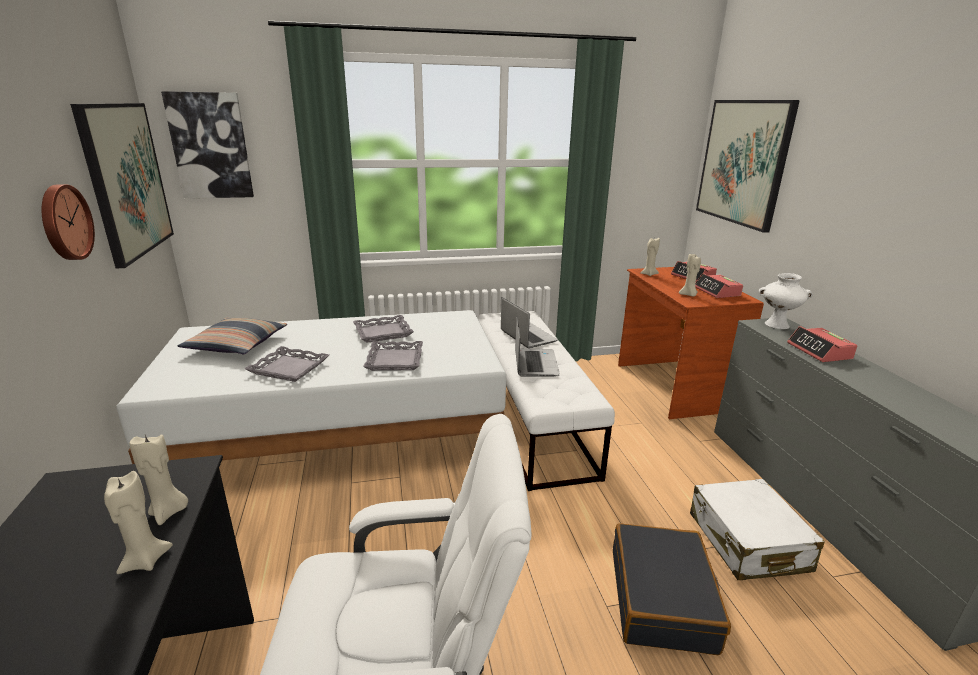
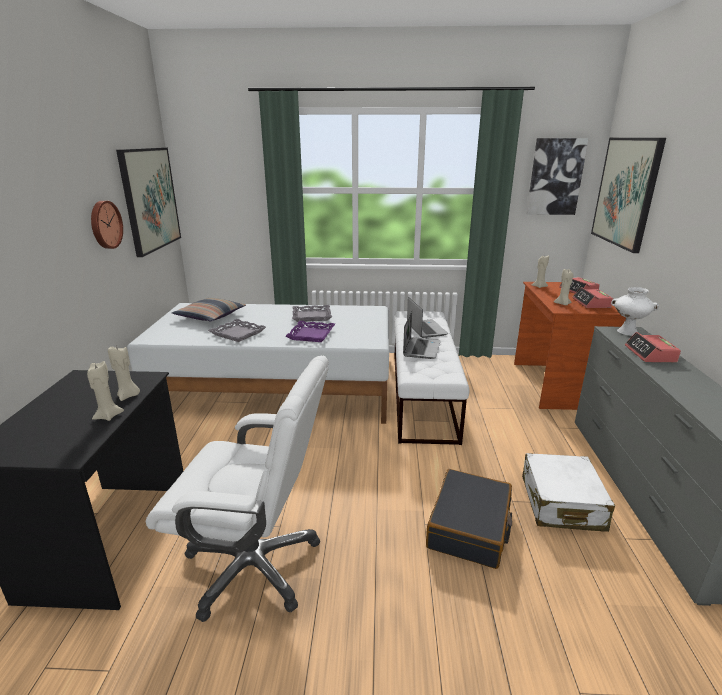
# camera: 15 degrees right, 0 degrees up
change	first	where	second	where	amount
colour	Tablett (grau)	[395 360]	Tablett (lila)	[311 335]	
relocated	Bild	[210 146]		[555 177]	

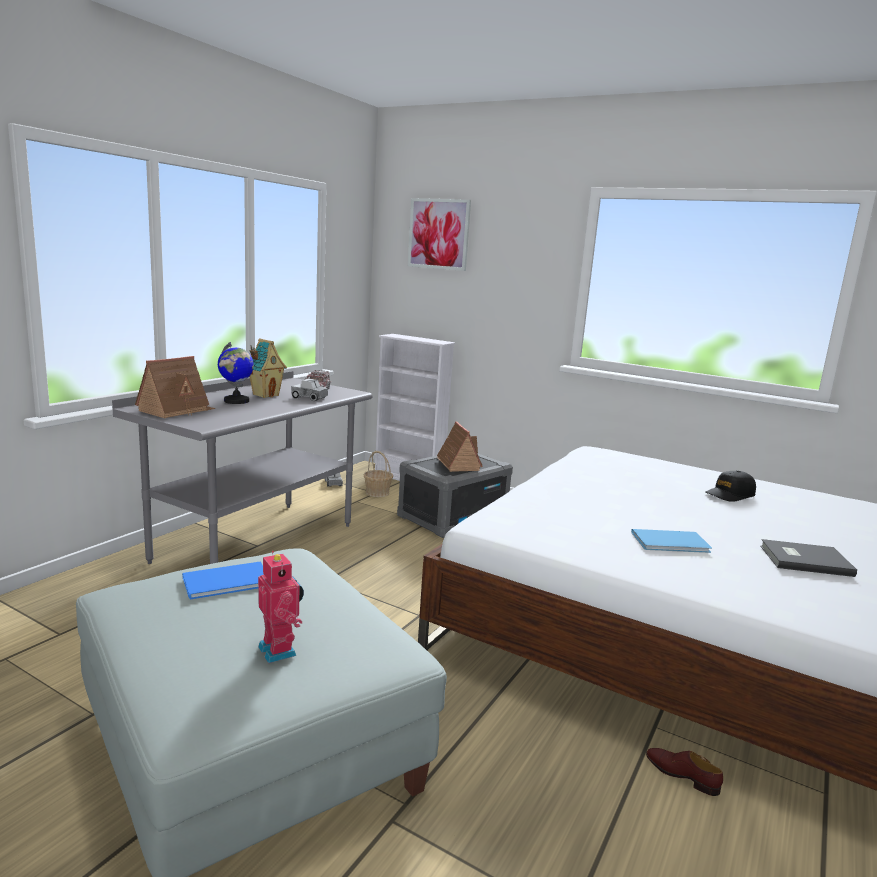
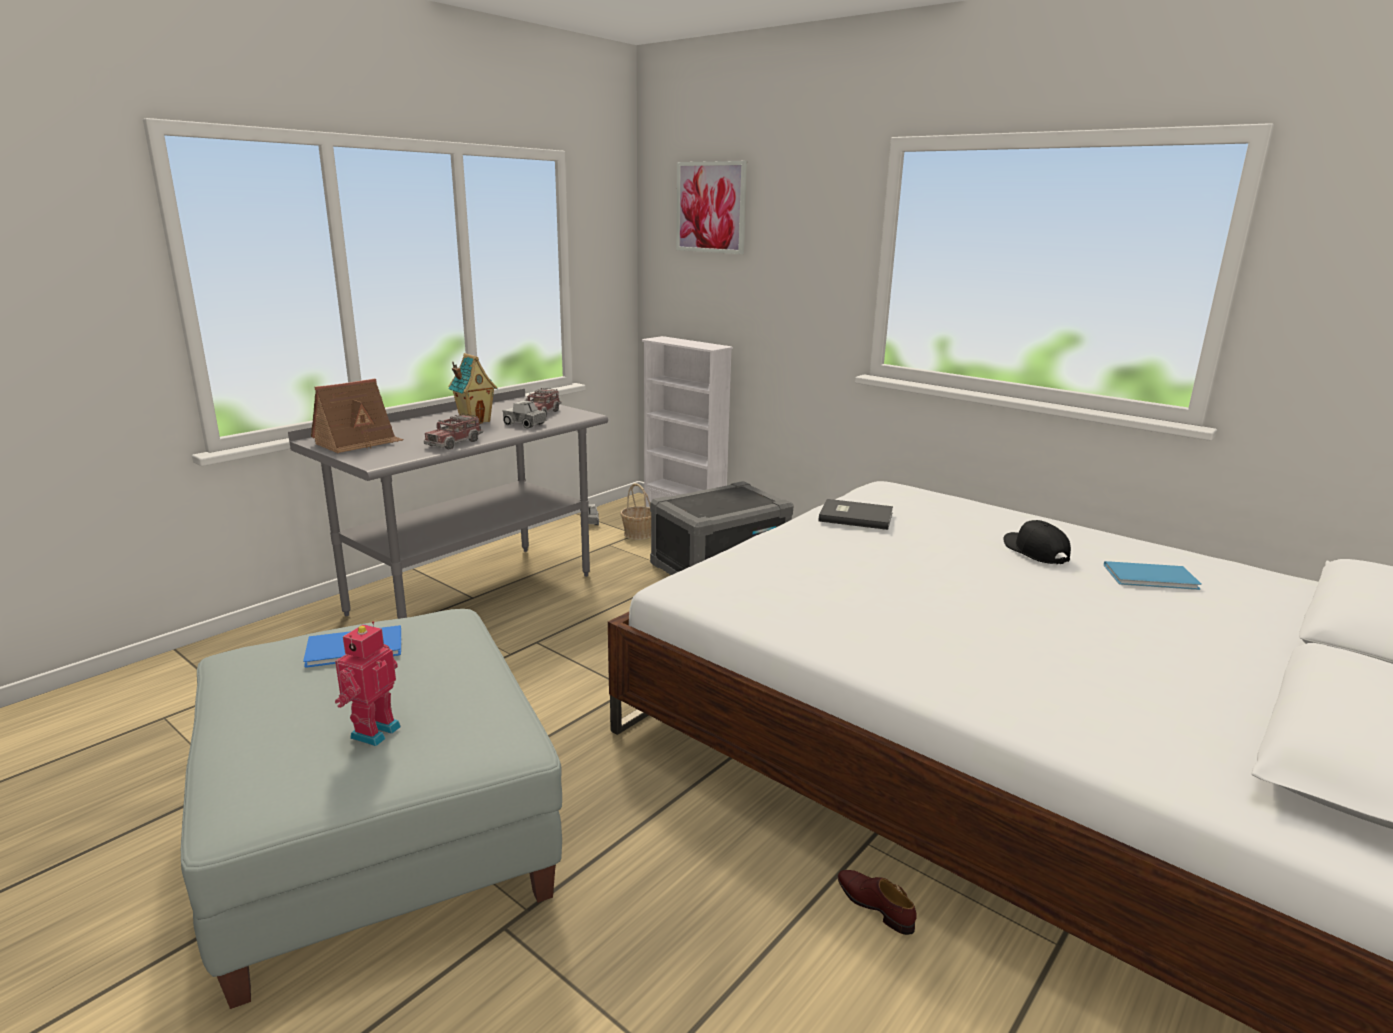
# camera: 10 degrees right, 5 degrees up
change	first	where	second	where	amount
spun	Spielzeugroboter	[280 650]		[373 731]	135 degrees counterclockwise
appeared			Spielzeuglaster	[454 442]	
relocated	Buch (grau)	[803 560]		[855 516]	
spun	Kappe (schwarz)	[729 495]		[1035 551]	90 degrees clockwise
relocated	Buch (blau)	[672 543]		[1153 578]	
missing	Globus	[236 401]			
missing	Spielzeughaus	[458 464]			

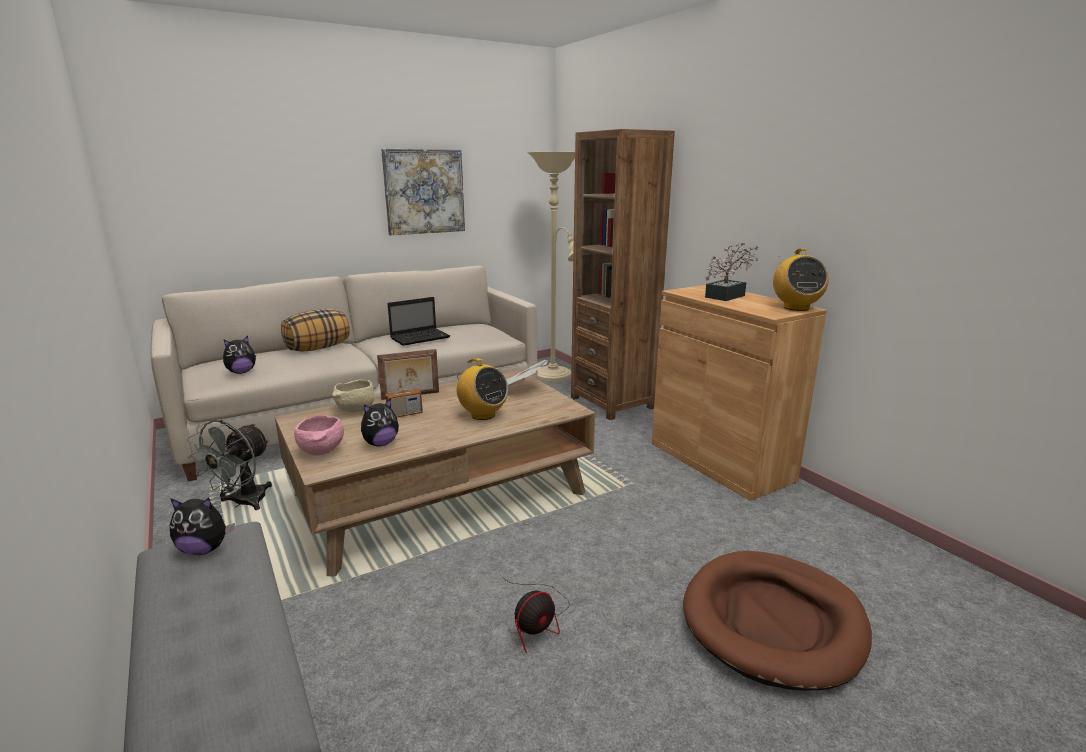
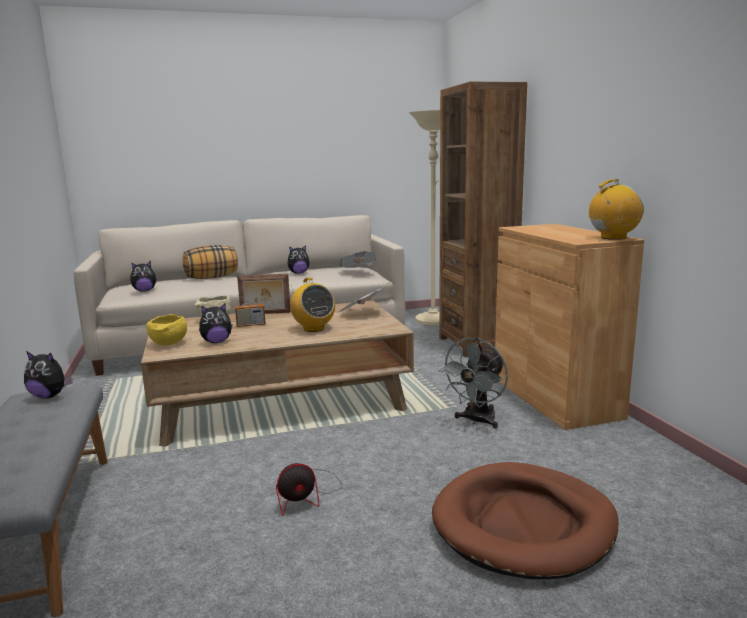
# camera: 15 degrees right, 5 degrees down
change	first	where	second	where	amount
colour	Schüssel (rosa)	[322 452]	Schüssel (gelb)	[169 344]	
exchanged	Laptop	[421 338]	Plüschtier	[298 273]	
appeared			Zeitung	[357 271]	
relocated	Ventilator (grau)	[243 503]		[477 421]	
spun	Radio	[796 307]		[613 238]	120 degrees counterclockwise
missing	Bild	[424 191]			
missing	Topfpflanze	[728 295]			

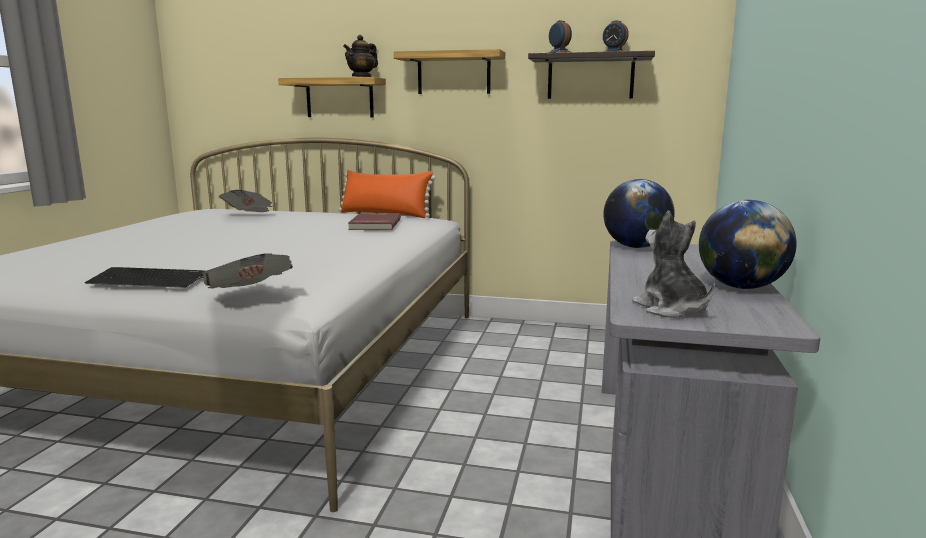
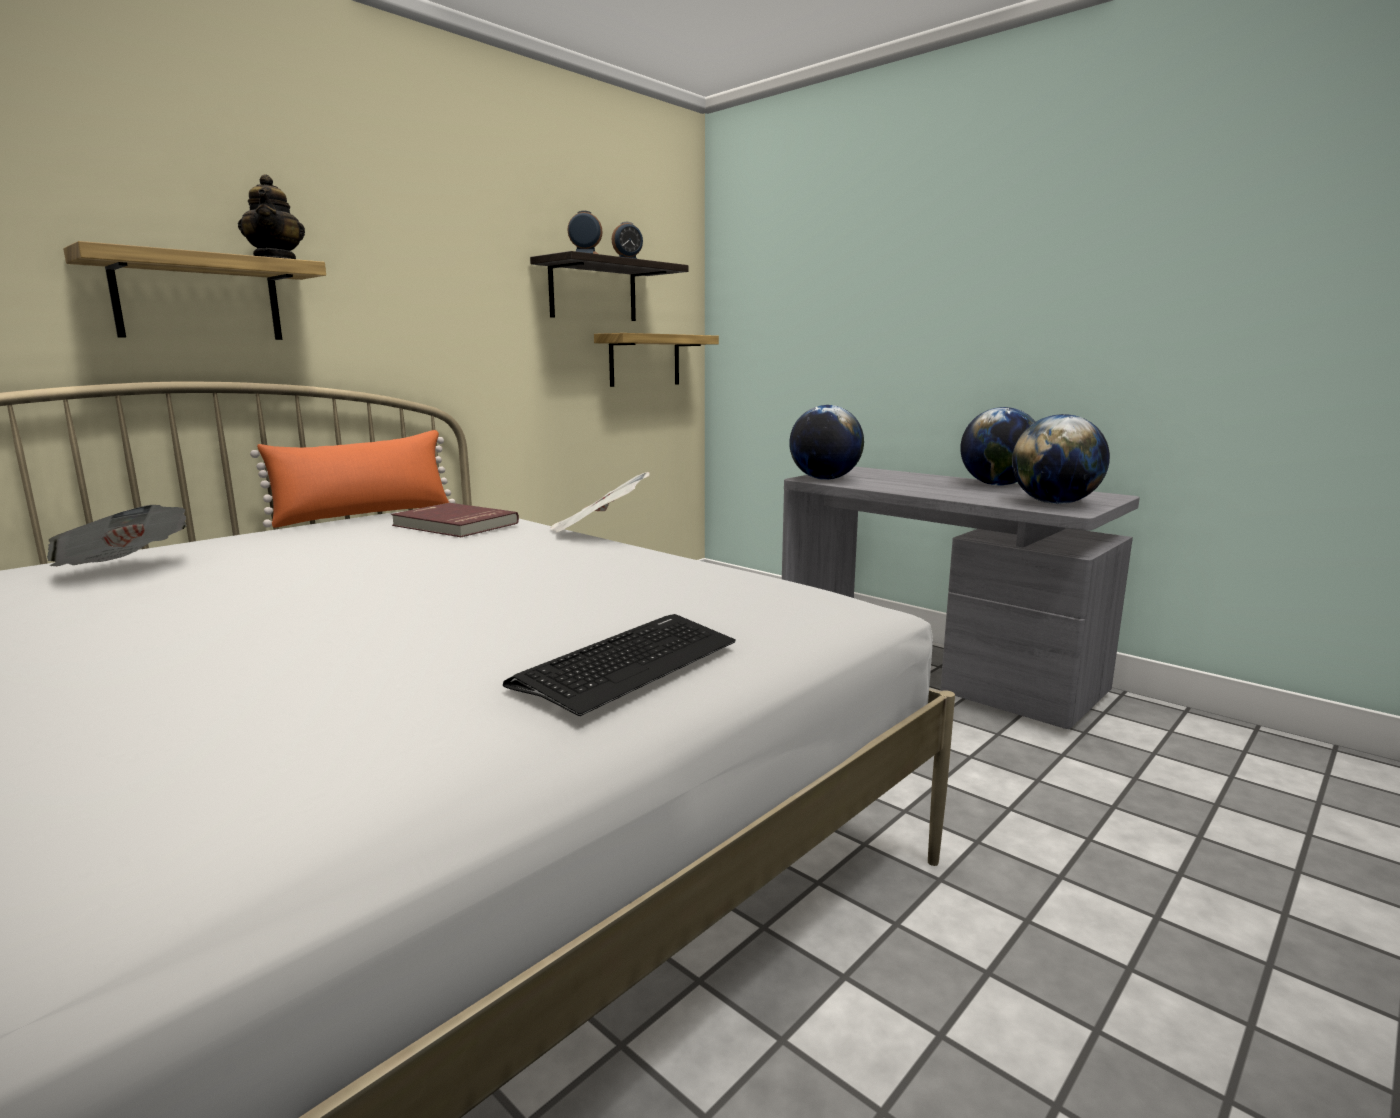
# camera: 60 degrees left, 0 degrees up
change	first	where	second	where	amount
relocated	Zeitung	[250 296]		[597 530]	
relocated	Wandregal	[454 73]		[644 360]	
exchanged	Plüschtier	[671 309]	Globus	[1054 503]	

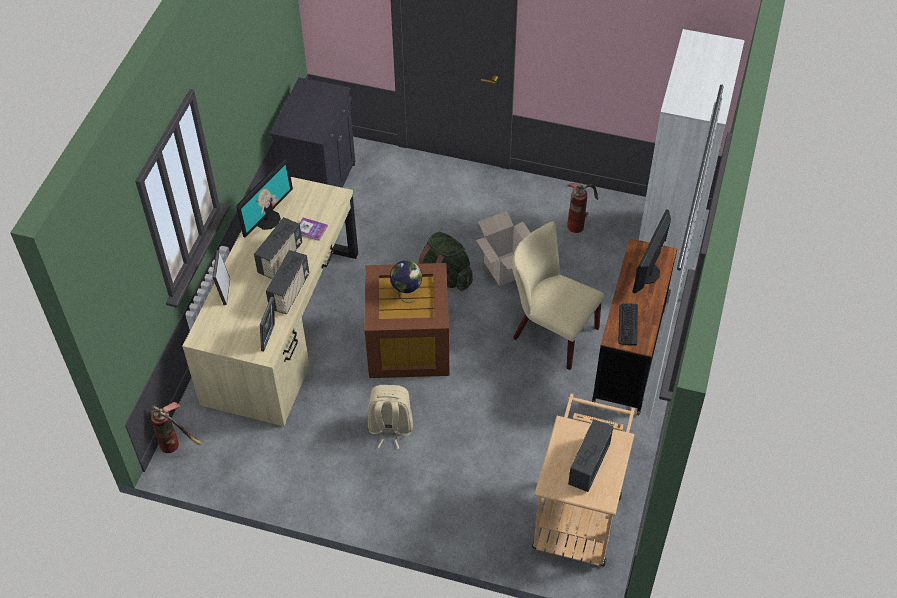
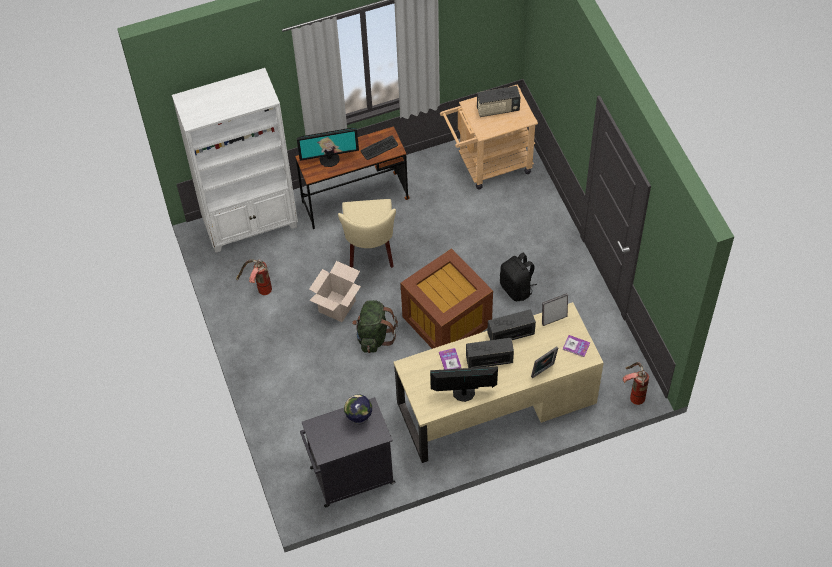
# camera: 125 degrees left, 5 degrees up
change	first	where	second	where	amount
relocated	Globus	[406 292]		[359 418]	
colour	Rucksack (beige)	[390 428]	Rucksack (schwarz)	[517 288]	
appeared			Buch	[576 346]	

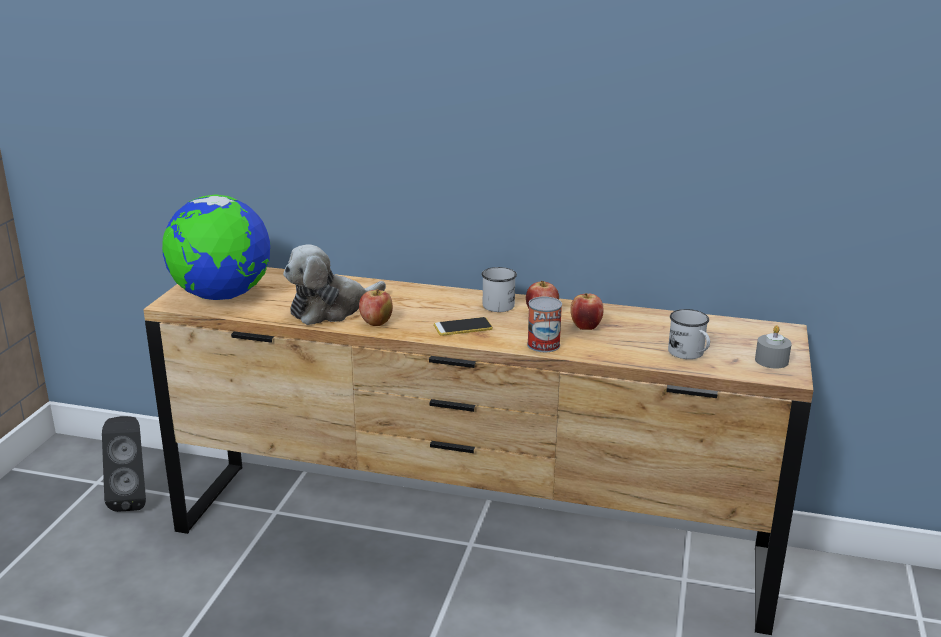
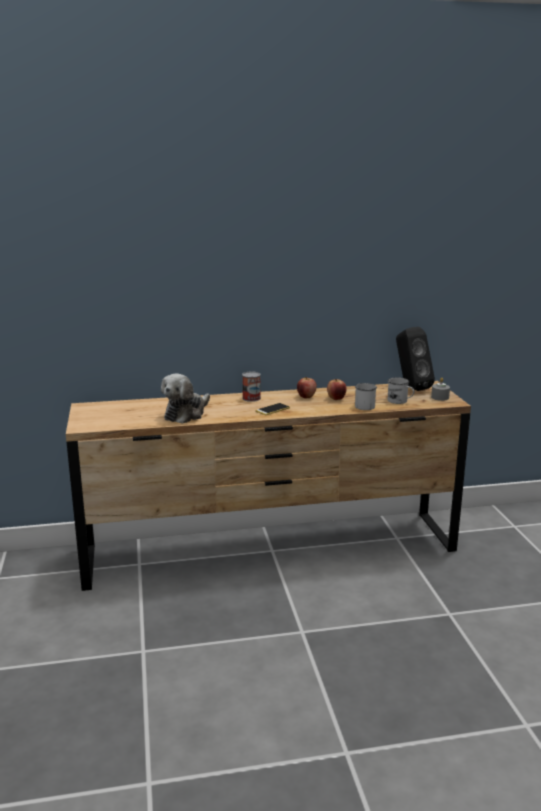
# camera: 25 degrees left, 5 degrees down
change	first	where	second	where	amount
relocated	Dose	[543 345]		[251 398]	
relocated	Henkelbecher (weiß)	[499 303]		[363 406]	
relocated	Lautsprecher (schwarz)	[133 498]		[410 387]	
missing	Globus	[221 296]			
missing	Apfel	[376 323]			

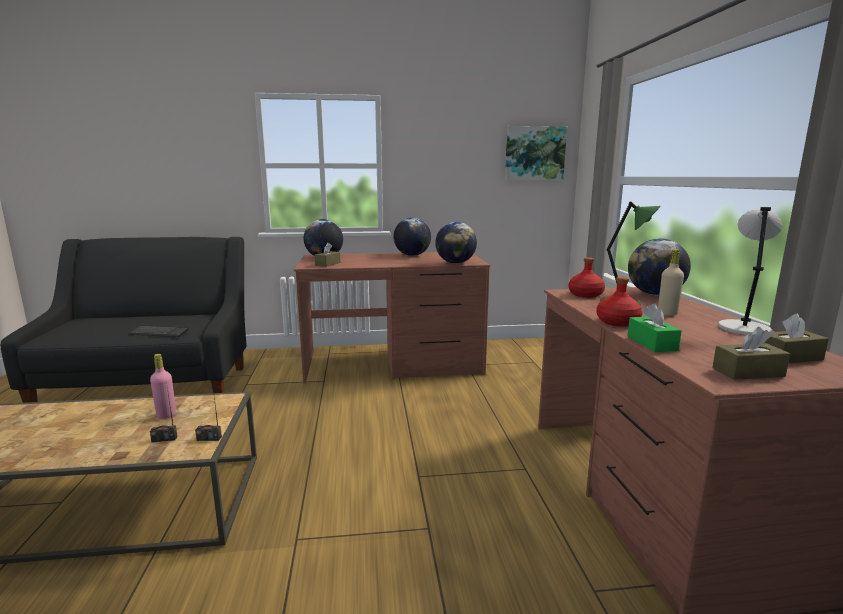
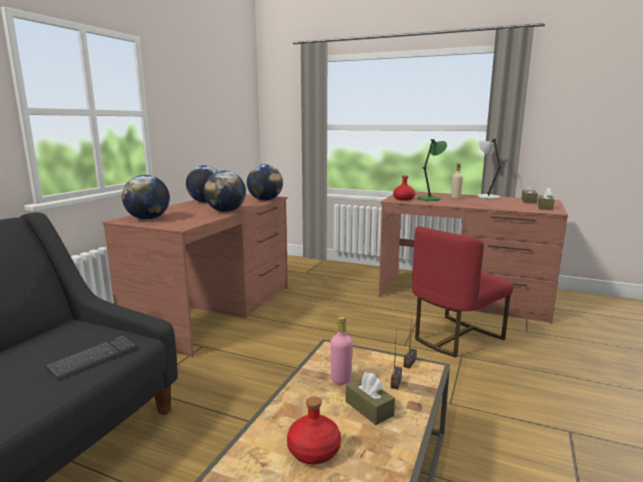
# camera: 60 degrees left, 0 degrees up
change	first	where	second	where	amount
relocated	Globus	[655 294]		[226 211]	
relocated	Flasche (rot)	[618 322]		[313 450]	
relocated	Taschentuchbox (braun)	[327 264]		[369 408]	
appeared			Stuhl (rot)	[454 337]	
missing	Bild	[534 153]			
missing	Taschentuchbox (grün)	[651 343]			

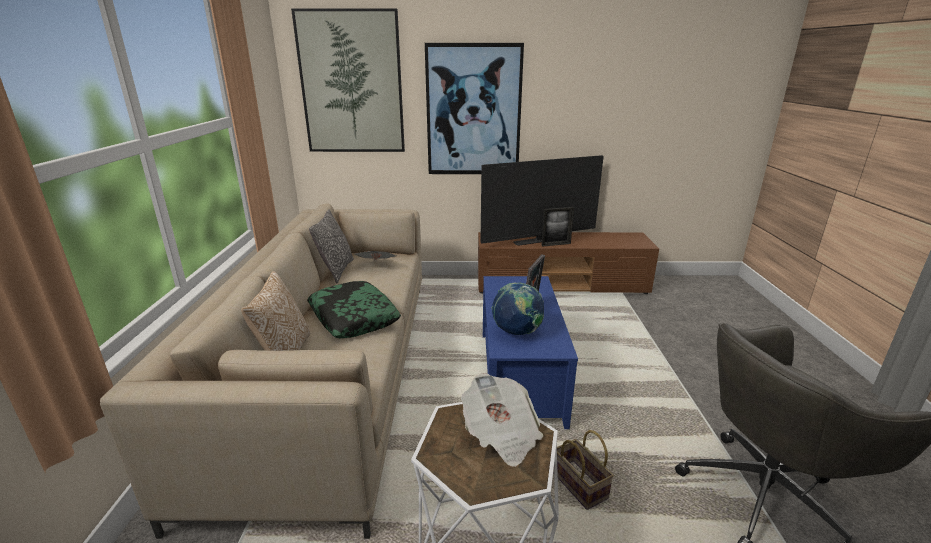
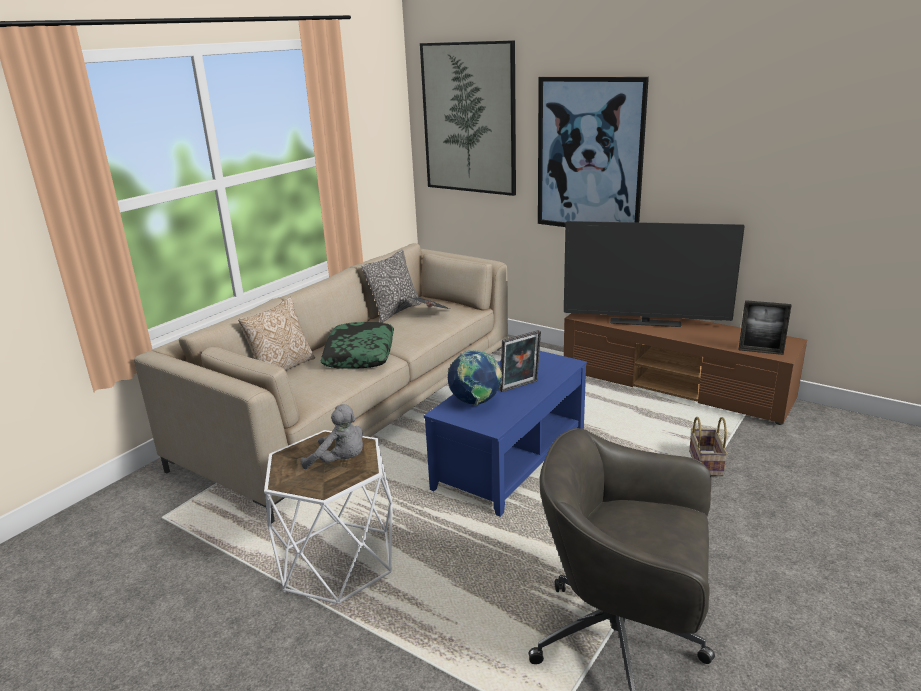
# camera: 35 degrees right, 0 degrees up
change	first	where	second	where	amount
exchanged	Zeitung	[501 435]	Plüschtier (grau)	[340 461]	
relocated	Korb	[577 484]		[704 462]	
relocated	Bilderrahmen	[556 244]		[760 351]	

